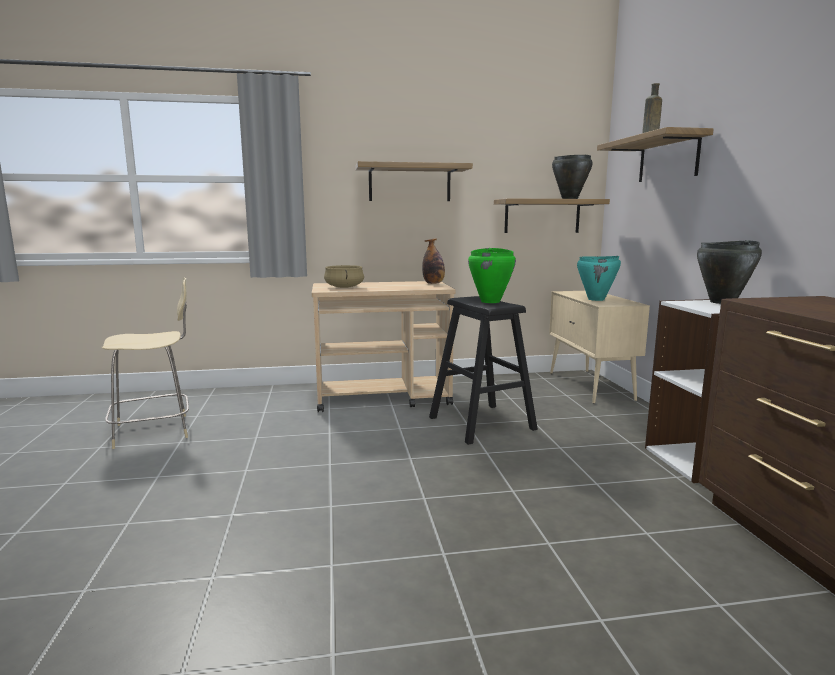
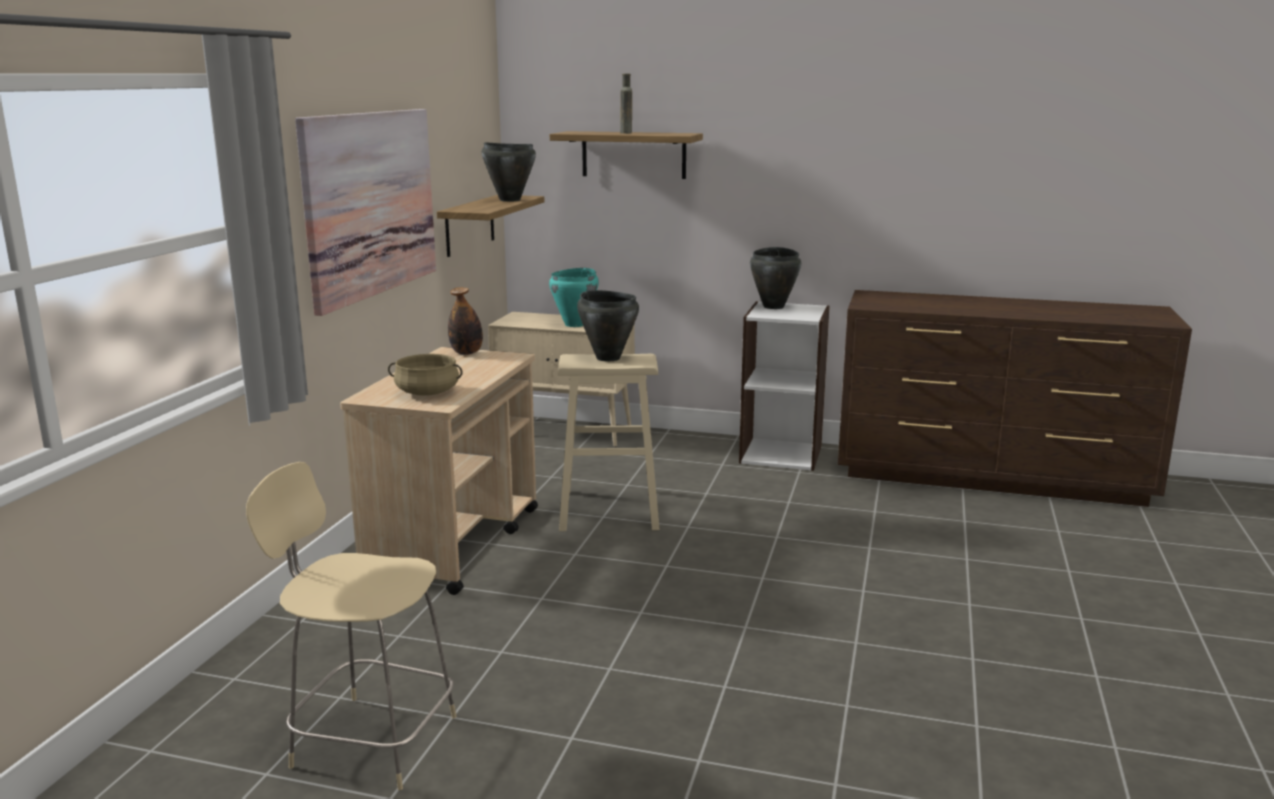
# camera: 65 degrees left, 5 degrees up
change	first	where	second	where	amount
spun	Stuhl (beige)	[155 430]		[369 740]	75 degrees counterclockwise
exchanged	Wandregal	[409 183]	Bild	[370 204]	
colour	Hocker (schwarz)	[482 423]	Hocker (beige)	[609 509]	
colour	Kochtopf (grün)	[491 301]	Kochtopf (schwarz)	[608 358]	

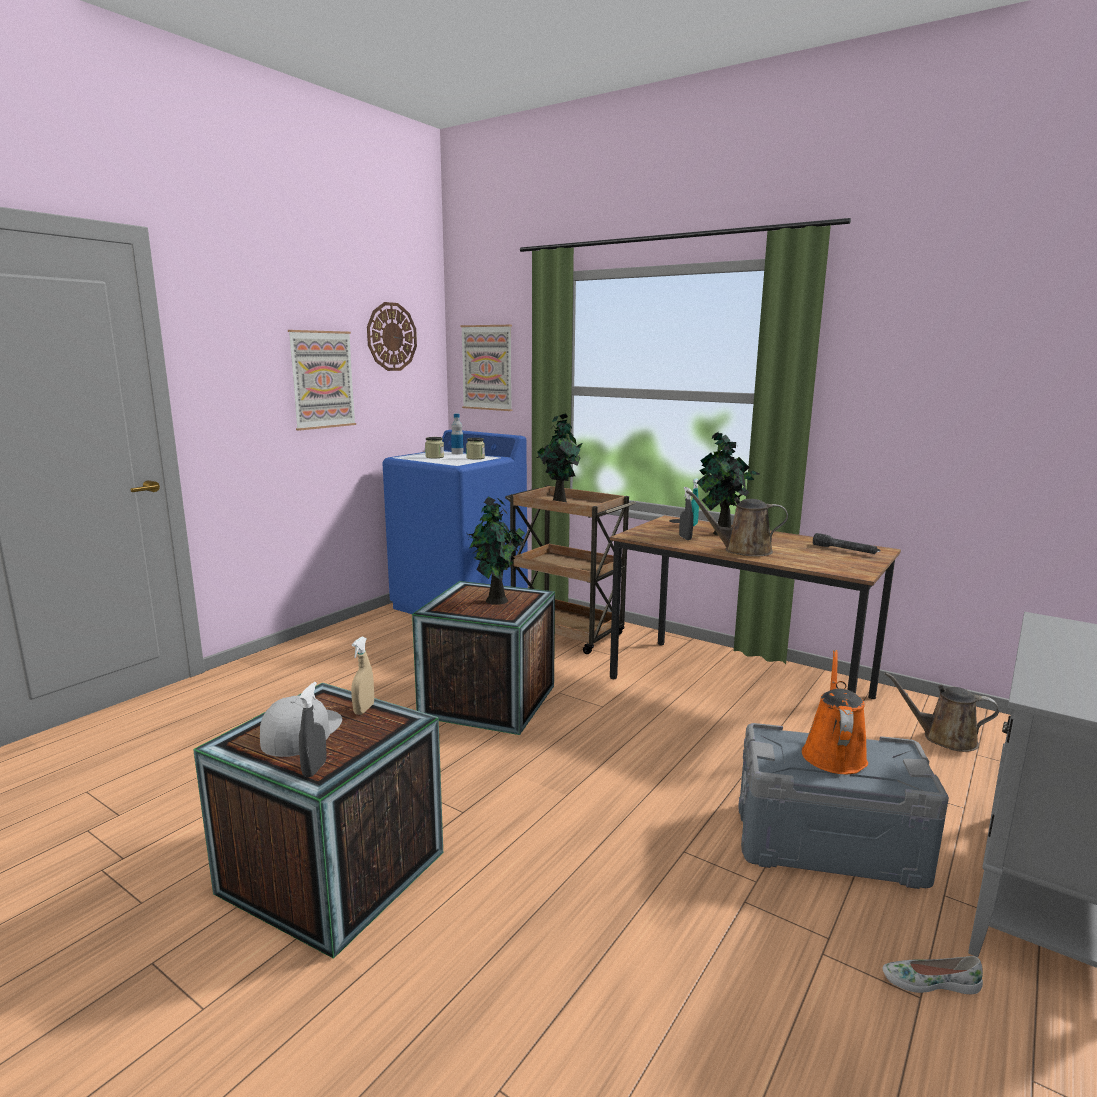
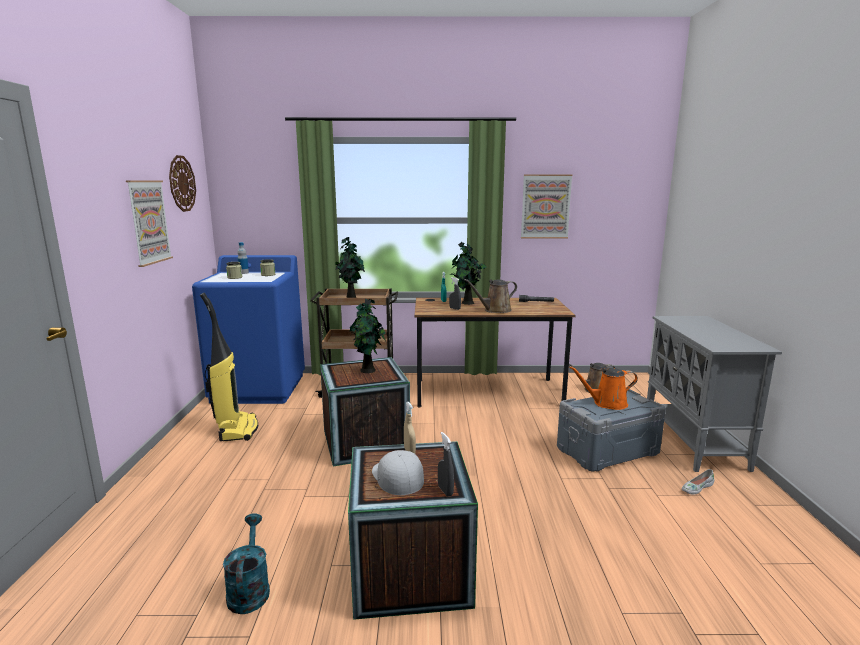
# camera: 35 degrees left, 0 degrees up
change	first	where	second	where	amount
appeared			Staubsauger	[237 429]	
appeared			Gießkanne (türkis)	[249 589]	
relocated	Bild	[487 367]		[545 206]	
spun	Gießkanne (orange)	[833 753]		[607 403]	75 degrees counterclockwise

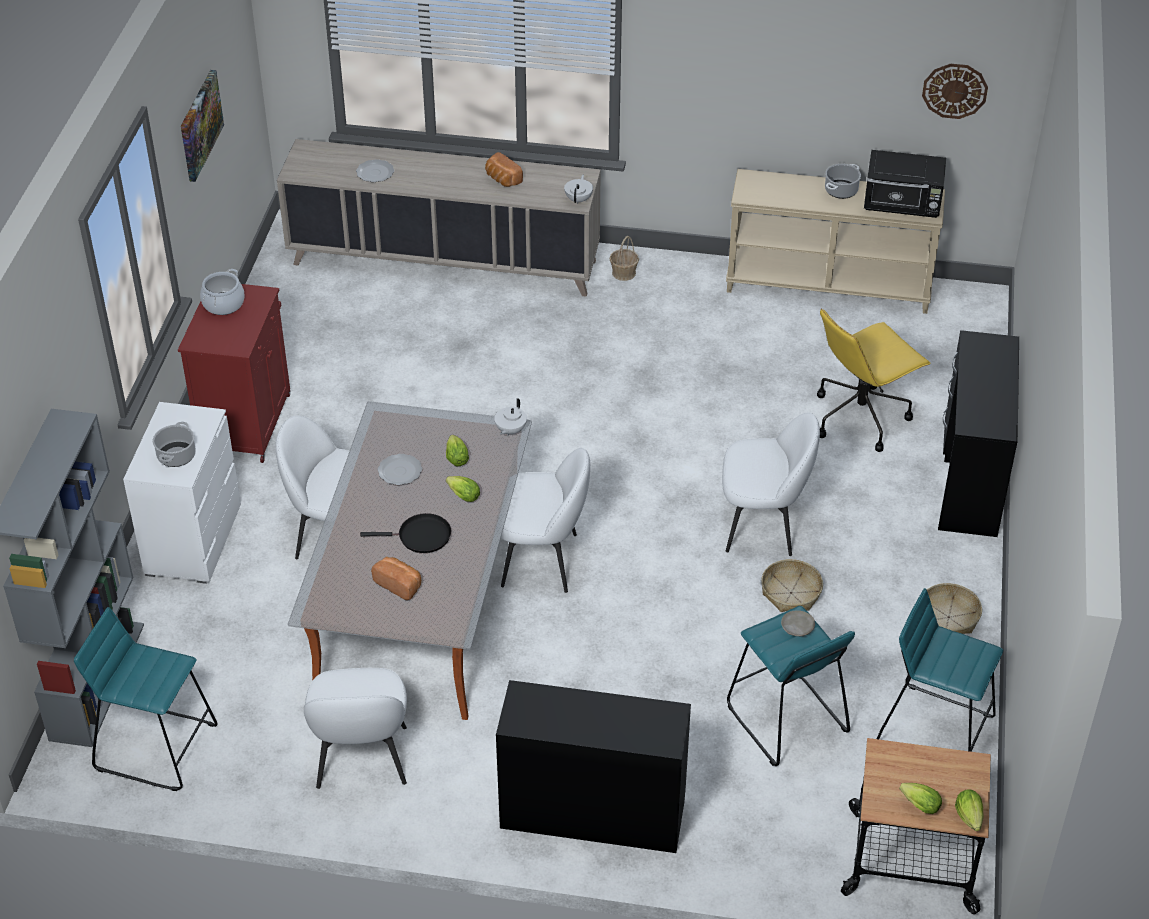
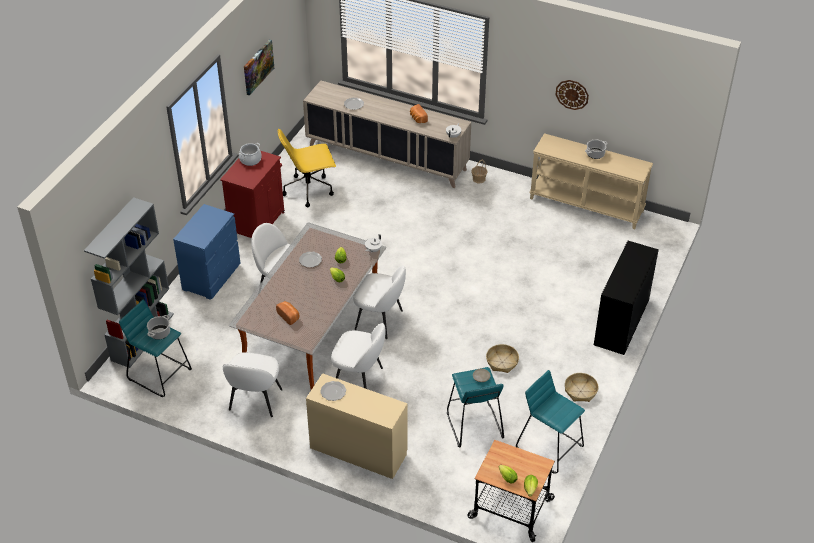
# camera: 15 degrees right, 0 degrees up
change	first	where	second	where	amount
relocated	Kochtopf	[176 456]		[159 333]	
colour	Kommode (weiß)	[193 539]	Kommode (blau)	[211 277]	
relocated	Bürostuhl (gelb)	[861 417]		[309 190]	
colour	Schreibtisch (schwarz)	[592 813]	Schreibtisch (beige)	[358 451]	
appeared			Teller	[333 391]	
relocated	Stuhl (weiß)	[762 525]		[359 379]	
relocated	Wanduhr	[954 90]		[572 94]	
missing	Pfanne (schwarz)	[420 536]			
missing	Mikrowelle (schwarz)	[903 205]			

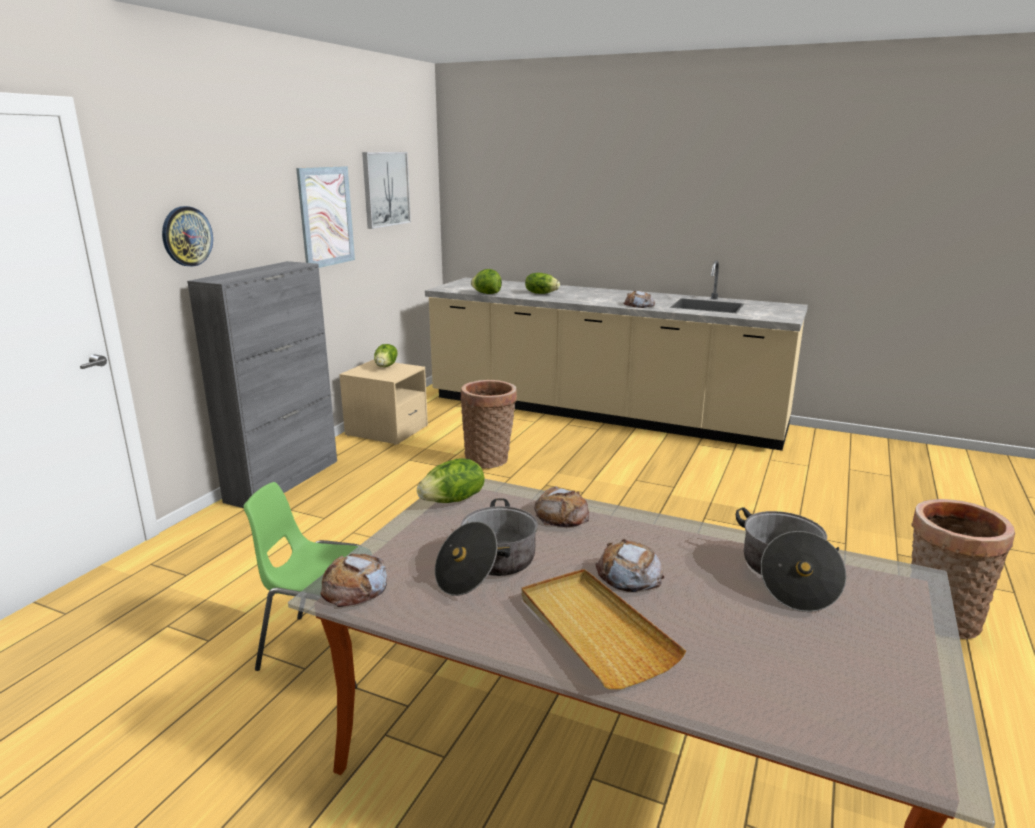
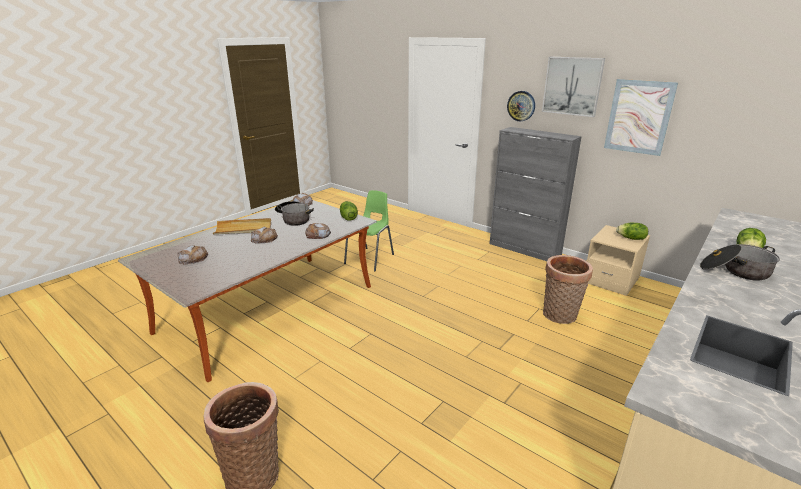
# camera: 105 degrees right, 5 degrees up
change	first	where	second	where	amount
relocated	Brot	[639 305]		[193 258]	
relocated	Bild	[385 189]		[572 86]	
relocated	Kochtopf	[785 575]		[735 271]	
missing	Salatkopf	[487 293]			

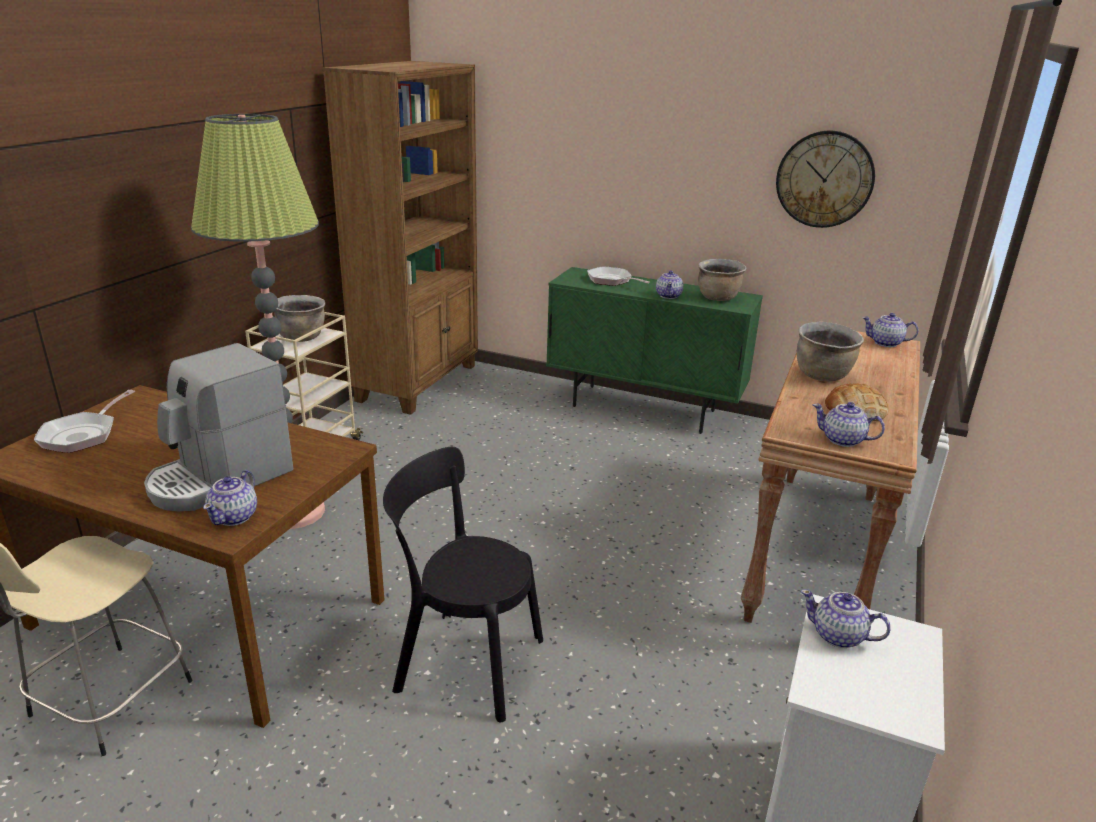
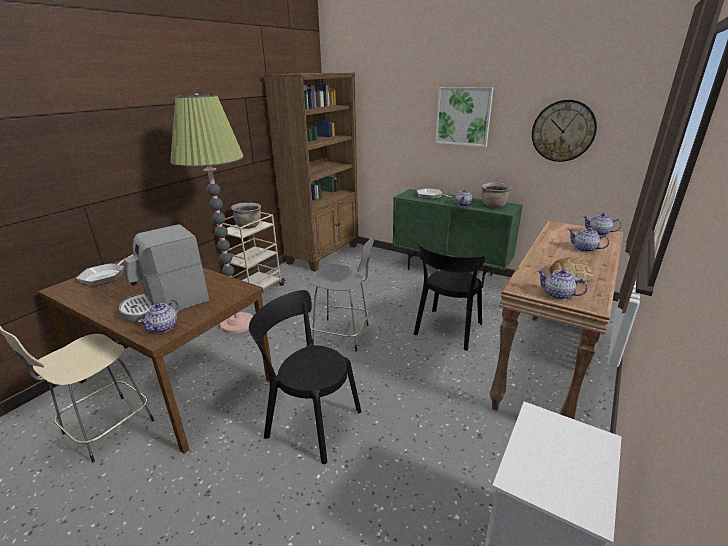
# camera: 10 degrees right, 0 degrees up
change	first	where	second	where	amount
appeared			Hocker (grau)	[343 335]	
appeared			Stuhl (schwarz)	[447 331]	
appeared			Bild	[463 116]	
relocated	Teekanne	[838 636]		[585 249]	
missing	Kochtopf (braun)	[822 376]			

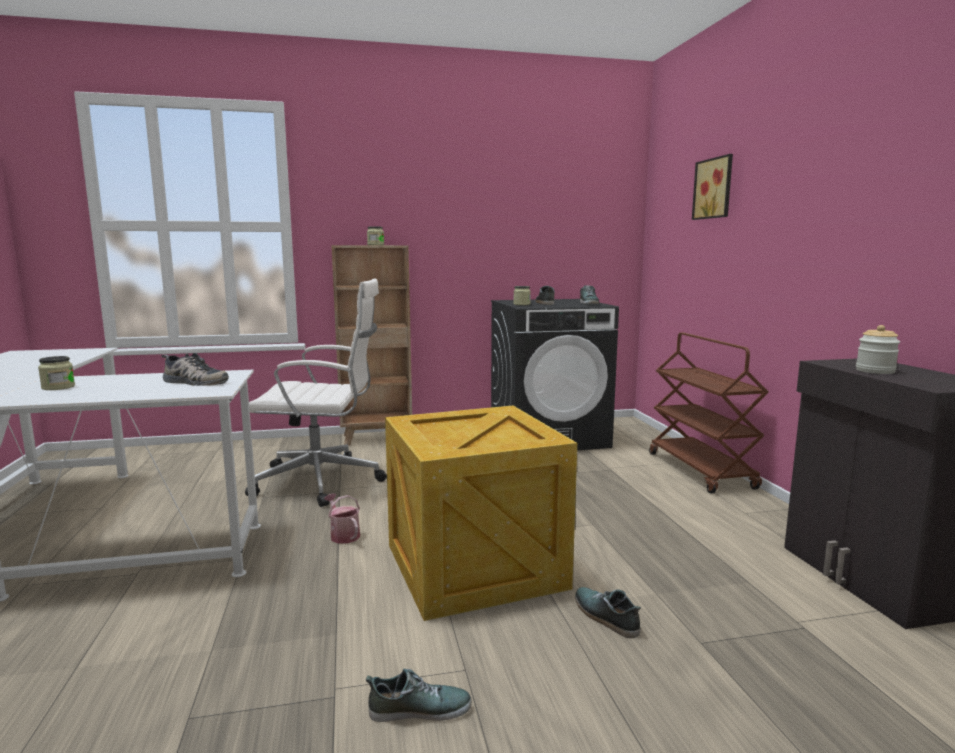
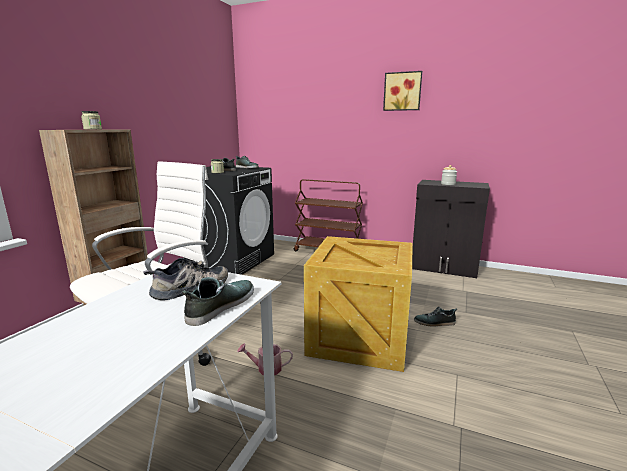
# camera: 55 degrees left, 5 degrees up
change	first	where	second	where	amount
relocated	Schuh	[419 709]		[220 306]	
relocated	Bild	[715 188]		[402 91]	
missing	Vorratsglas	[58 387]			

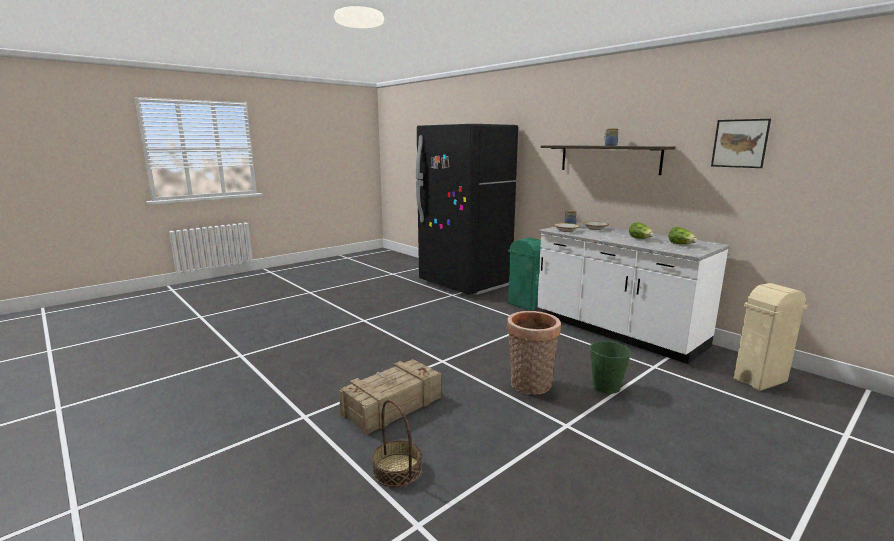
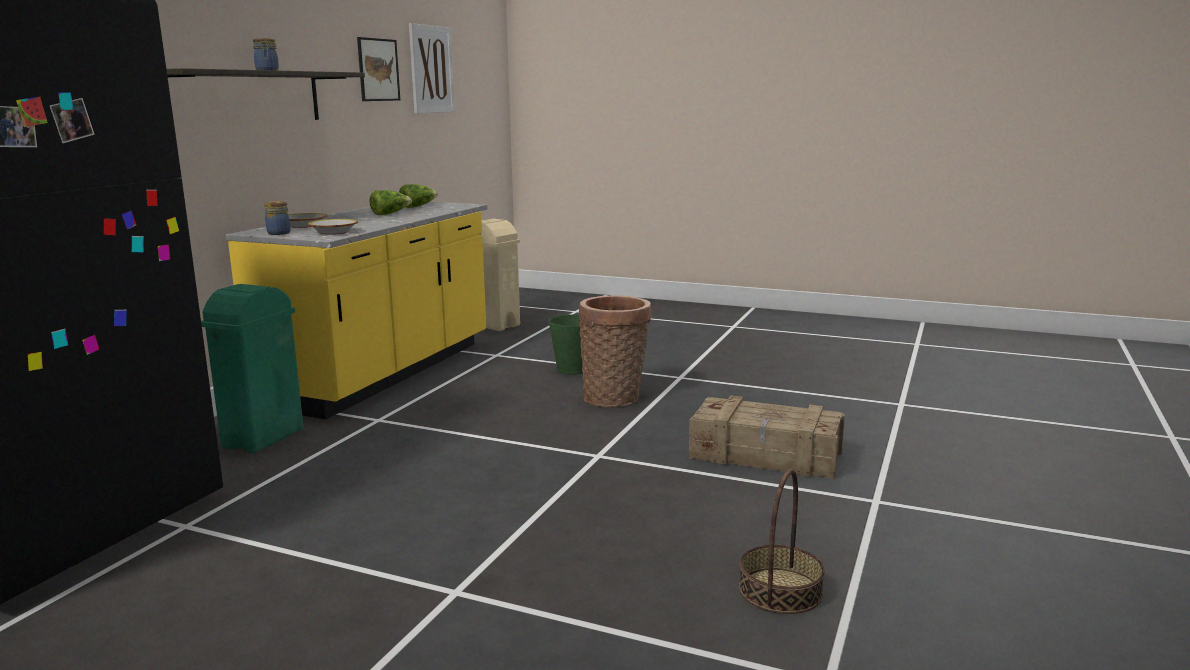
# camera: 115 degrees left, 0 degrees up
change	first	where	second	where	amount
colour	Küchenzeile (weiß)	[616 331]	Küchenzeile (gelb)	[383 373]	
appeared			Bild	[431 69]	
relocated	Korb	[397 470]		[780 590]	

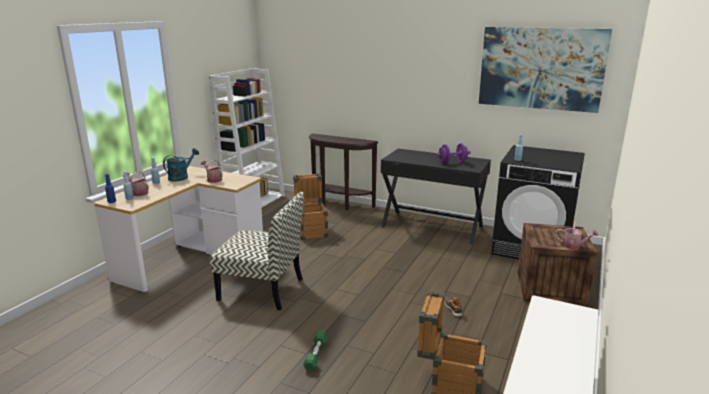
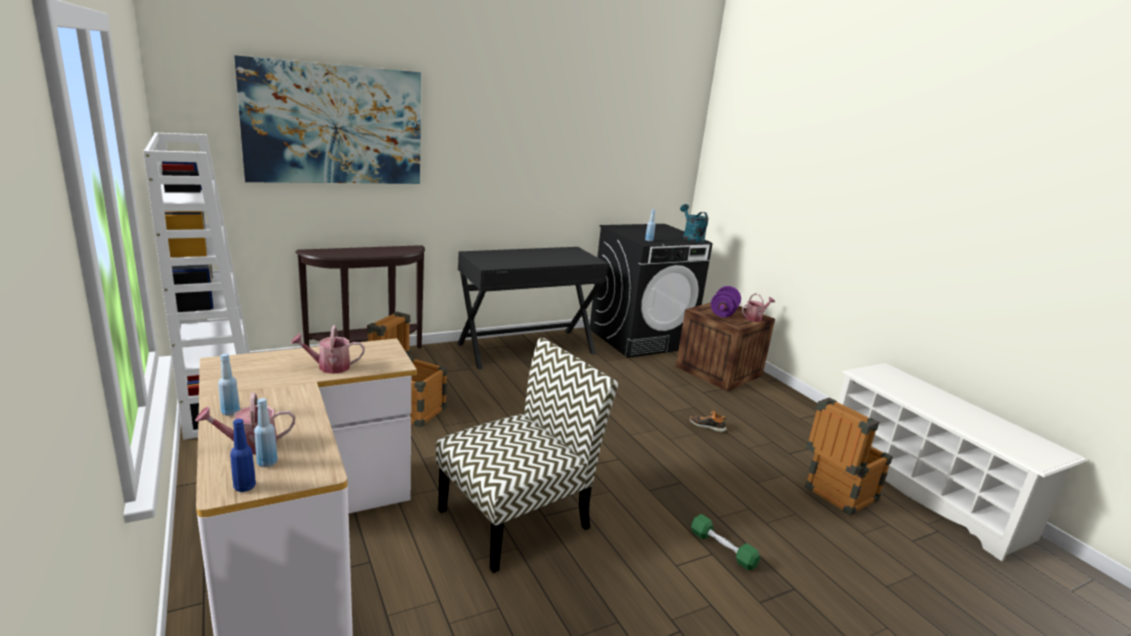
# camera: 55 degrees left, 0 degrees up
change	first	where	second	where	amount
relocated	Bild	[540 68]		[334 125]	
relocated	Gießkanne (türkis)	[181 177]		[691 238]	
relocated	Hantel (lila)	[452 162]		[723 313]	

